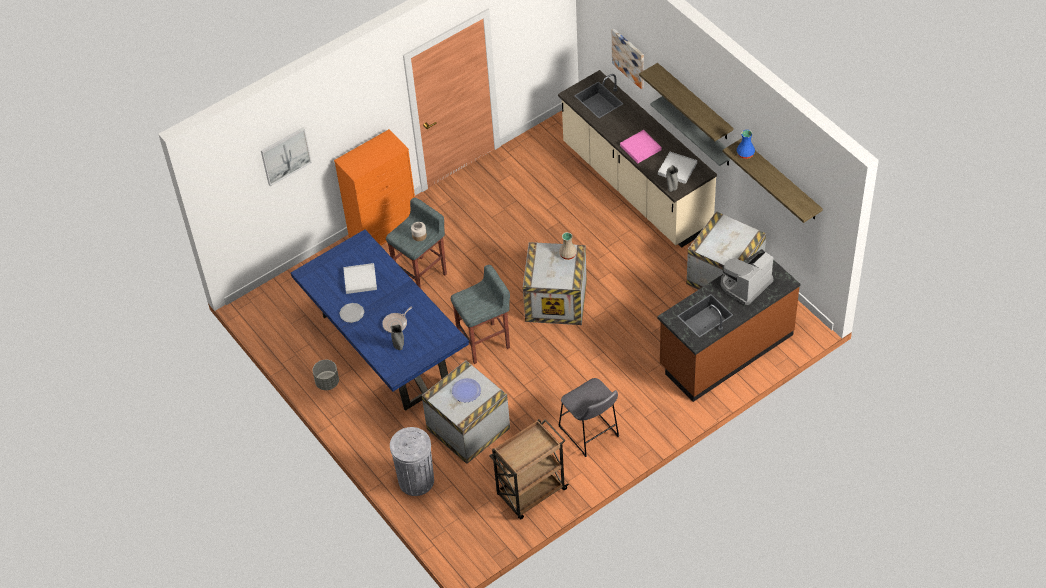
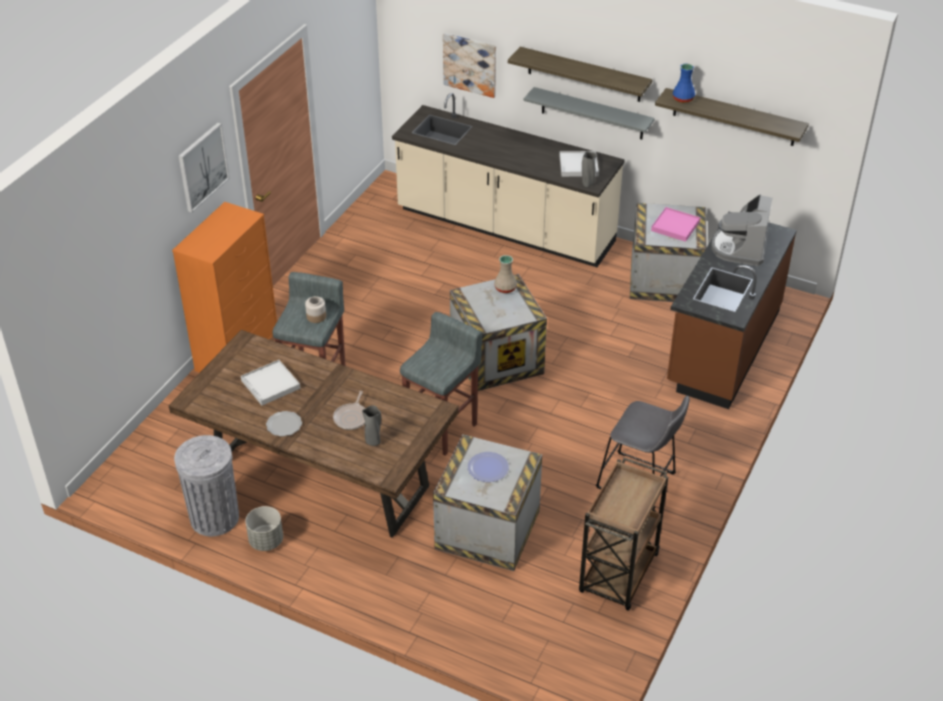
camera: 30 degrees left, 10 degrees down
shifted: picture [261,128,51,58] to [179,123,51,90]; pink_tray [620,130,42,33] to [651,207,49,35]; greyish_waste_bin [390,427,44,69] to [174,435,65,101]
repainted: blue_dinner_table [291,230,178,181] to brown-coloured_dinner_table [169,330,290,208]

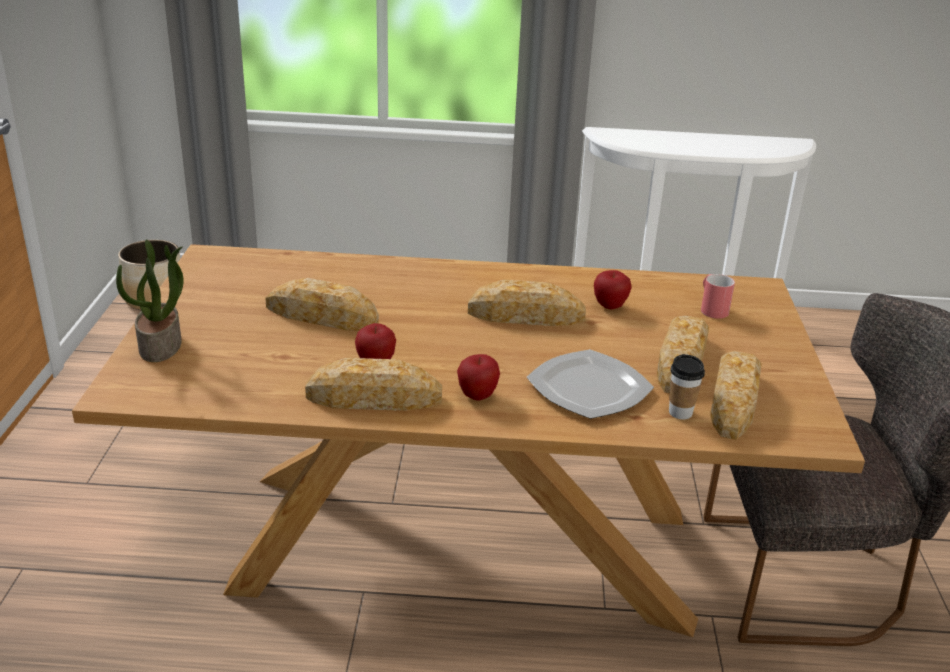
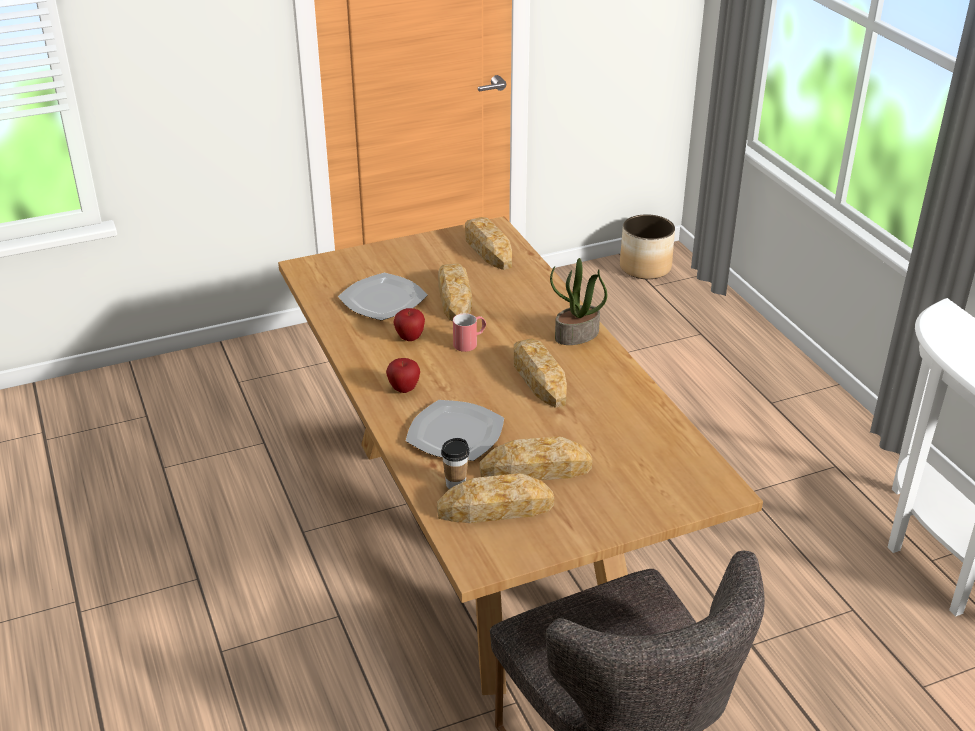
camera: 65 degrees right, 5 degrees up
gone: apple_fruit [594,270,38,39]
new: plate [338,273,89,47]
shifted: plant_in_a_pot [116,240,68,122] to [550,258,57,87]; red_tea_mug [701,274,34,45] to [453,313,33,39]; bakery_bread [305,358,137,53] to [465,217,47,53]

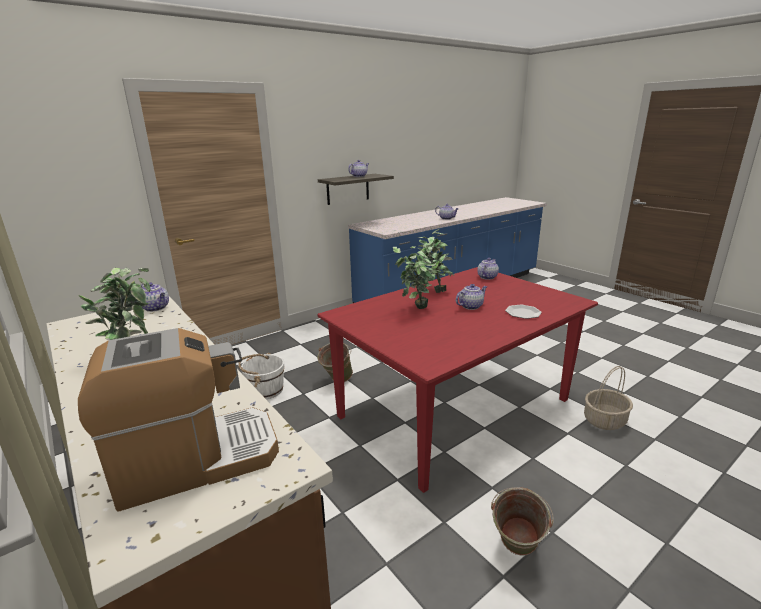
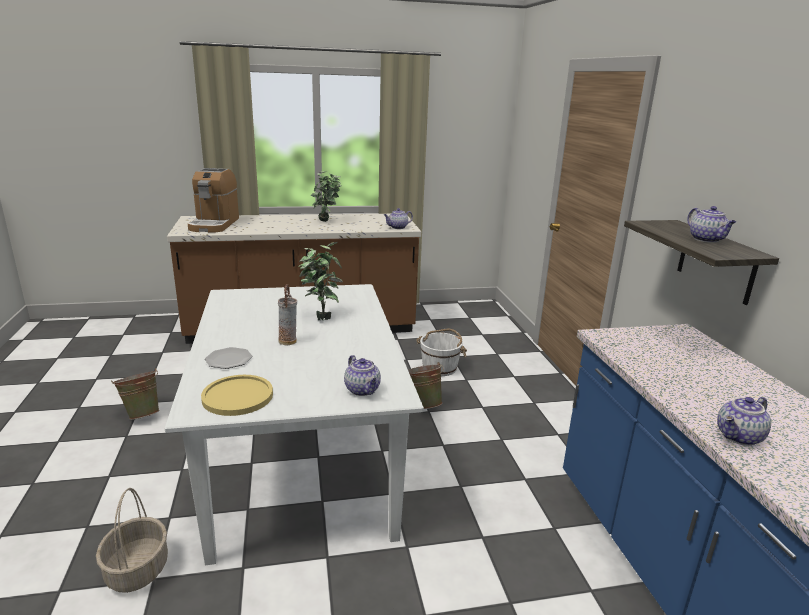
camera: 115 degrees right, 0 degrees up
gone: plant_in_a_pot [418,229,36,64]
new: yellowish_plate [201,375,72,41]
swapped: tea_pot [456,284,31,26] to decorative_vase [278,284,19,62]
repainted: red_dinner_table [317,267,281,226] to white-coloured_dinner_table [165,284,259,281]

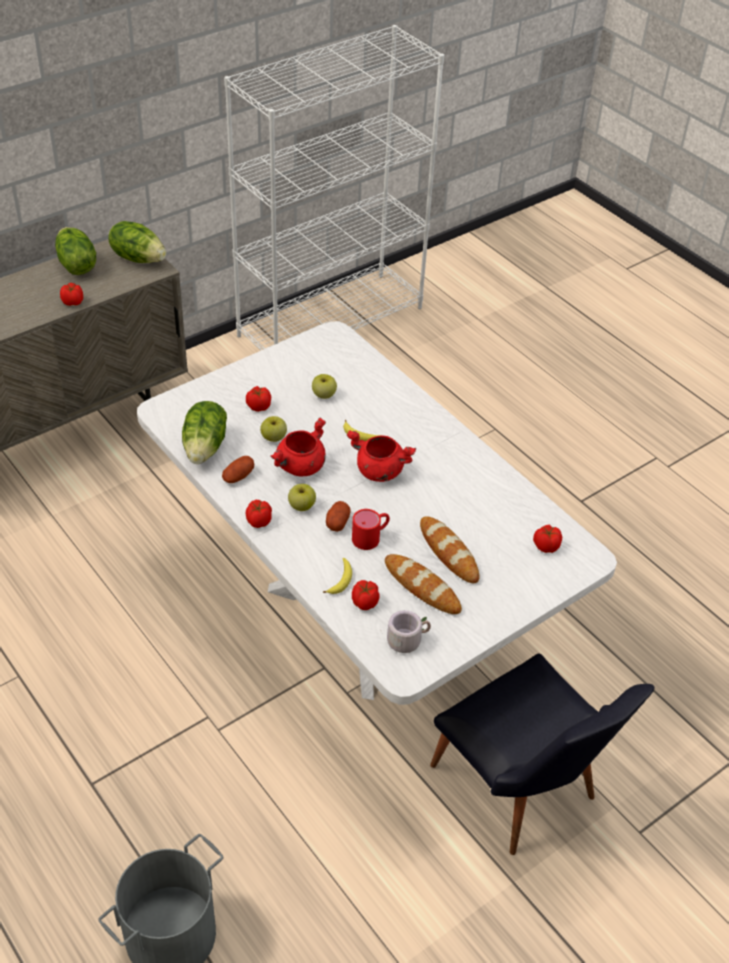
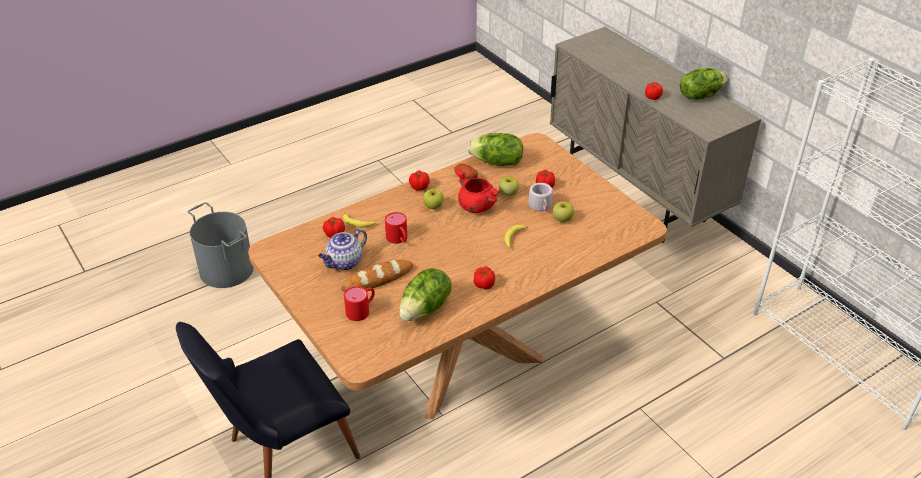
camera: 95 degrees right, 5 degrees down
gone: red_saucepot [347,430,69,52]; whole_potato [326,501,25,31]
new: red_tea_mug [344,286,31,35]
shifted: lettuce [108,221,58,42] to [399,268,53,53]; tomato [533,525,29,28] to [474,266,21,23]; greyish_tea_mug [381,610,50,43] to [529,183,24,28]
swapped: bakery_bread [385,554,77,60] to tea_pot [318,229,49,41]
repainted: white-coloured_dinner_table [137,321,480,384] to brown-coloured_dinner_table [248,133,419,286]

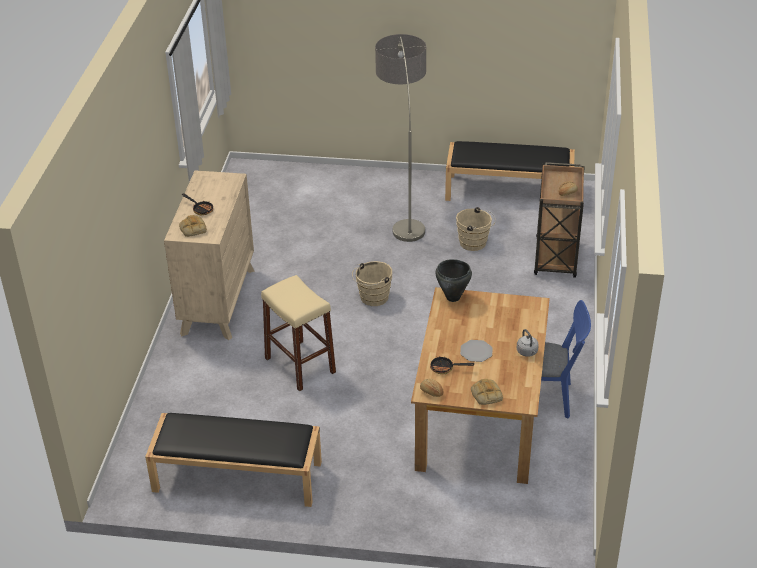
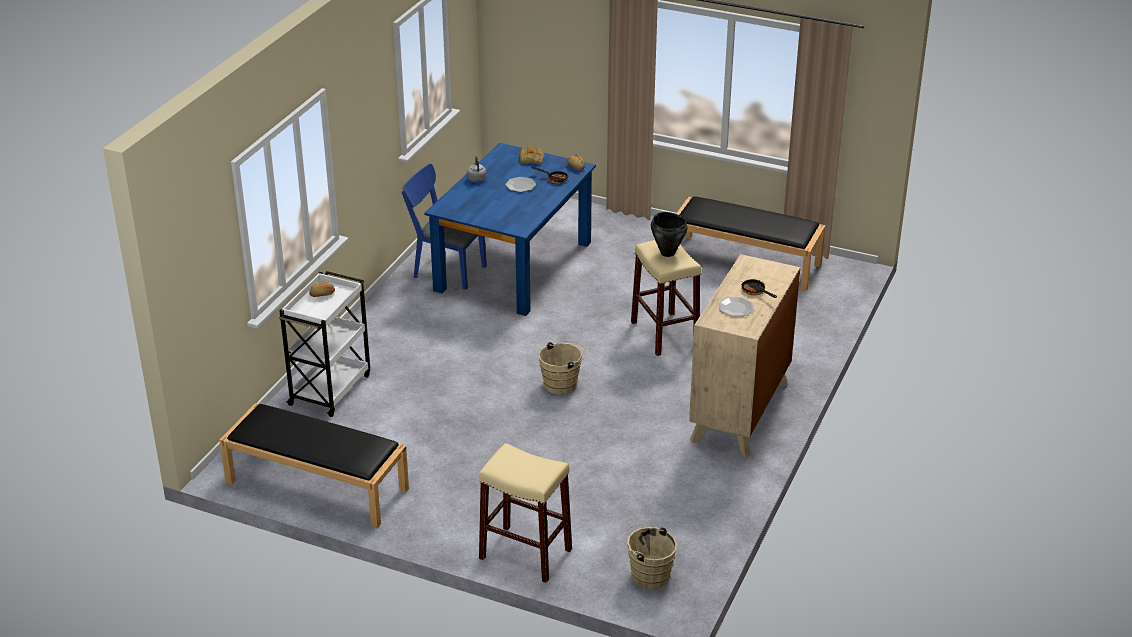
camera: 165 degrees left, 5 degrees down
gone: standard_lamp [375,34,51,208]; bakery_bread [179,215,28,22]
new: plate [718,297,36,19]; beige-coloured_stool_seat [479,443,93,140]
shifted: beige-coloured_water_bucket [456,207,40,44] to [622,524,55,65]; black_saucepot [435,259,37,43] to [651,212,36,45]
repainted: brown-coloured_trolley [534,162,51,116] to white-coloured_trolley [279,271,91,146]; brown-coloured_dinner_table [411,287,139,197] to blue_dinner_table [424,143,172,173]

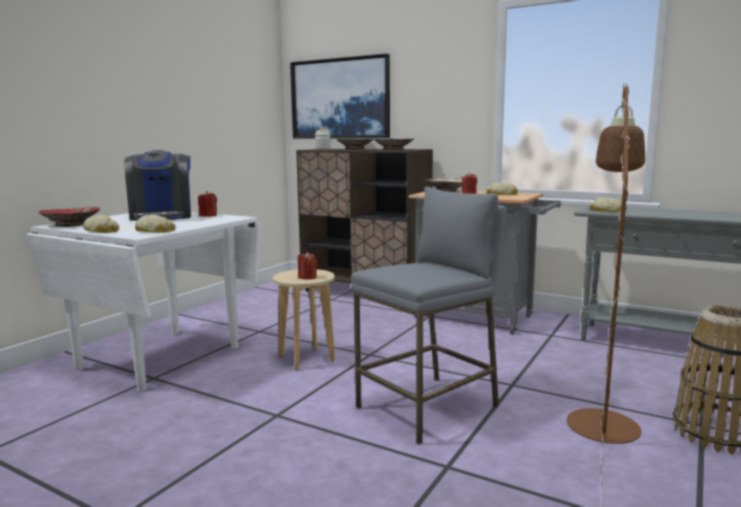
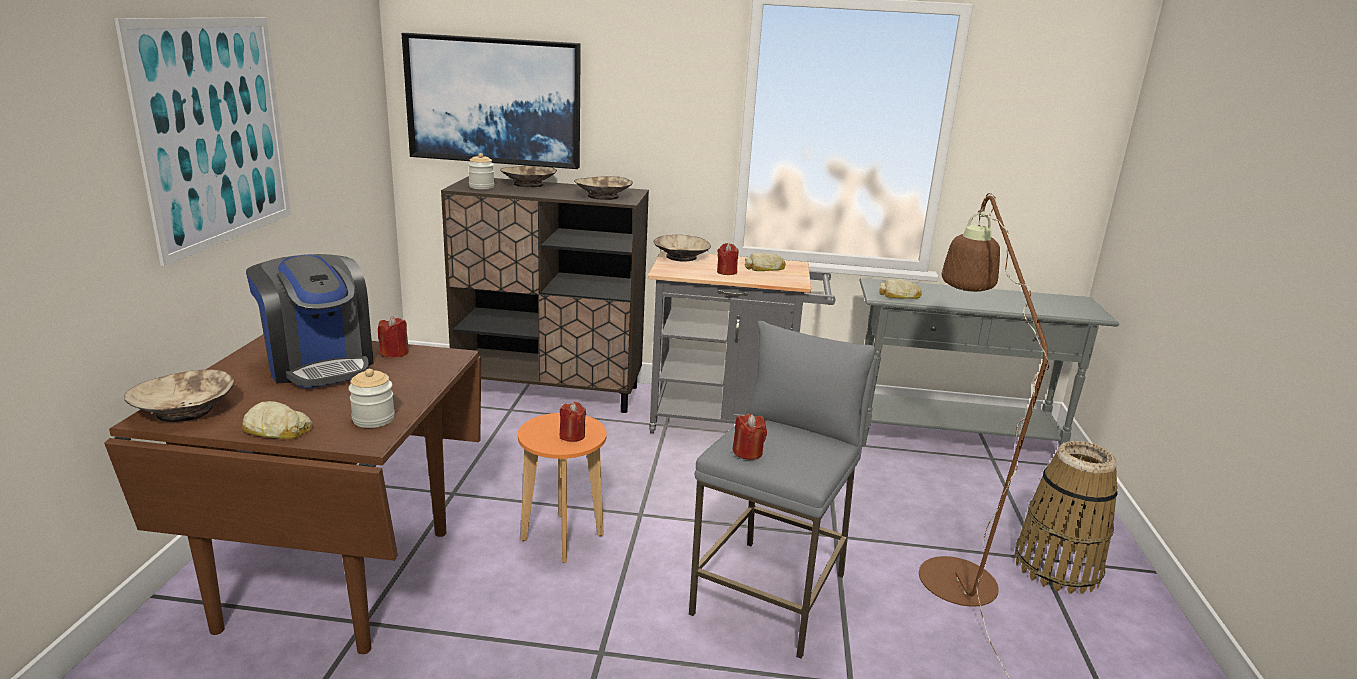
camera: 25 degrees left, 10 degrees up
new: picture [114,18,177,248]; red_wax_light [733,414,34,46]
swapped: bakery_bread [135,215,41,17] to storage_jar [349,369,46,59]
repainted: red_deep_dish [39,207,61,20] to beige-coloured_deep_dish [124,369,110,53]; white-coloured_dinner_table [26,212,235,179] to brown-coloured_dinner_table [104,334,377,320]; beige-coloured_stool_seat [273,269,62,101] to orangey_stool_seat [518,413,89,149]

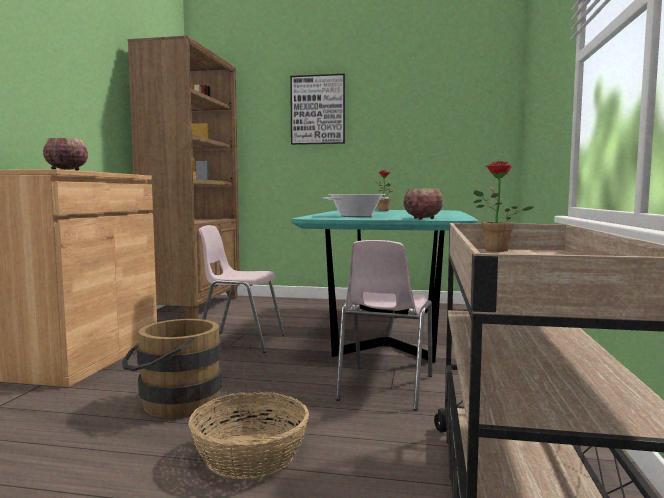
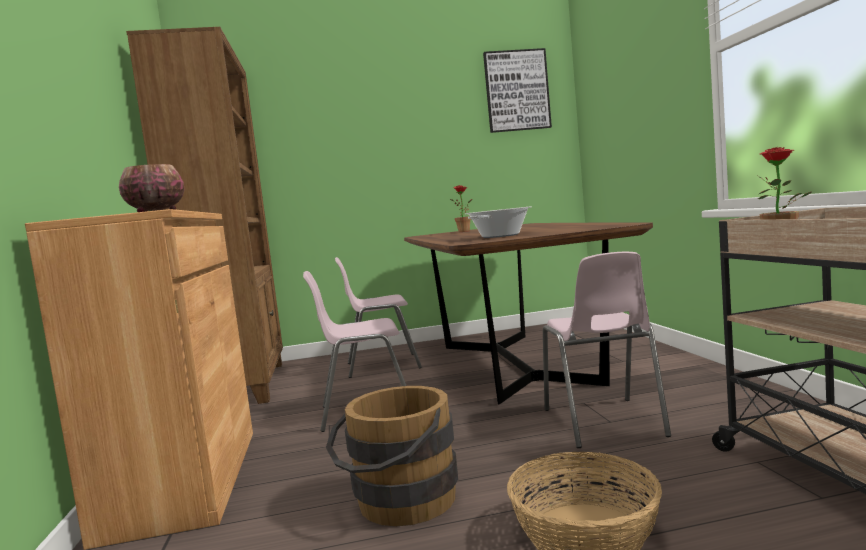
camera: 20 degrees left, 0 degrees up
gone: deep_dish [404,189,39,31]
new: pink_chair [335,257,87,121]
shifted: picture [290,74,55,71] to [483,48,69,85]
repainted: turquoise-coloured_dinner_table [291,210,187,153] to brown-coloured_dinner_table [404,222,249,182]

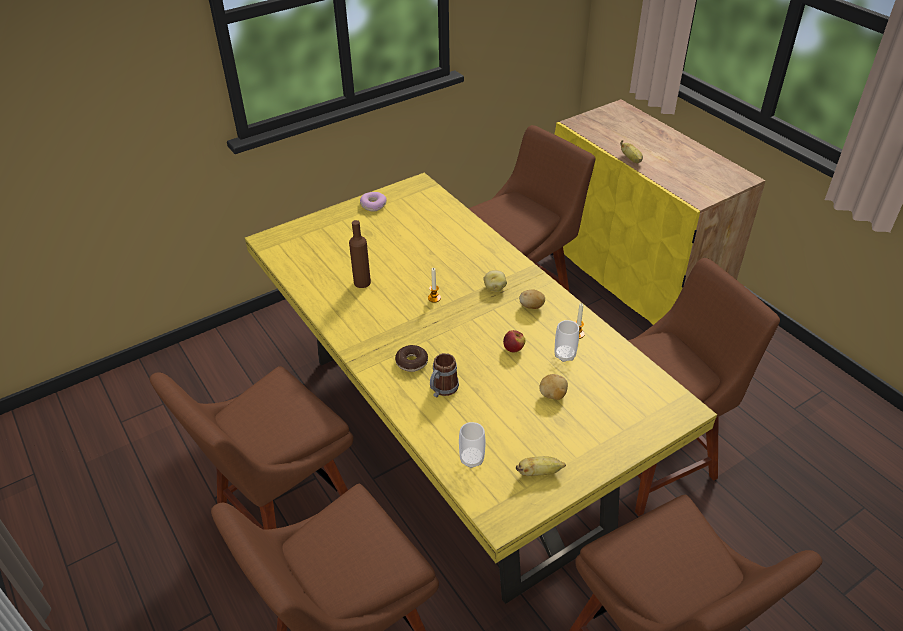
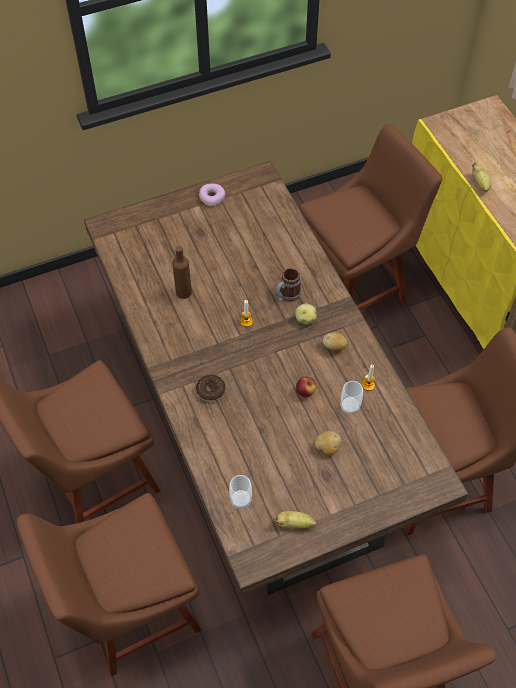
camera: 10 degrees right, 15 degrees up
shifted: tea_mug [430,353,29,44] to [276,268,25,34]
repainted: yellowish_dinner_table [245,172,472,432] to brown-coloured_dinner_table [84,161,384,434]

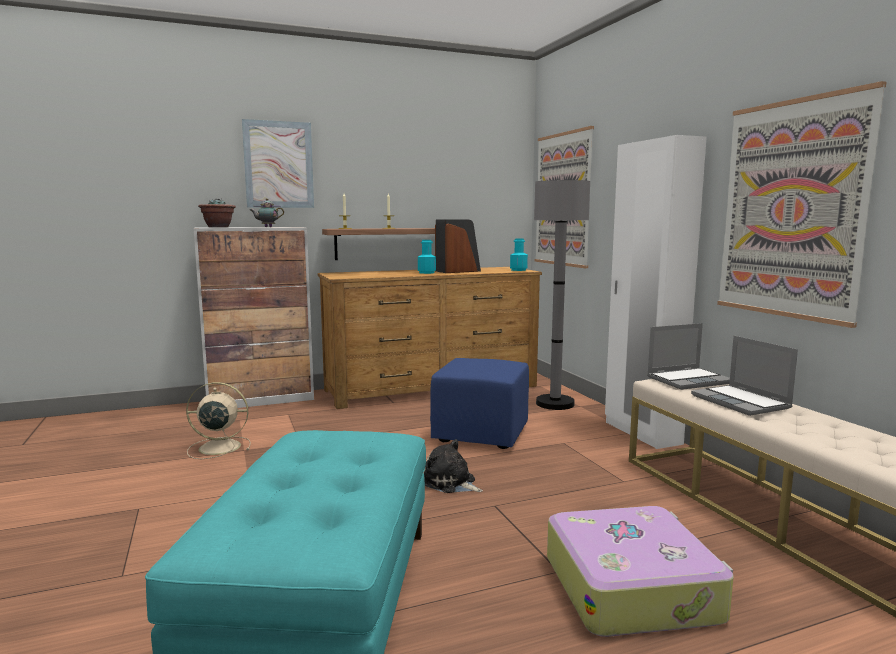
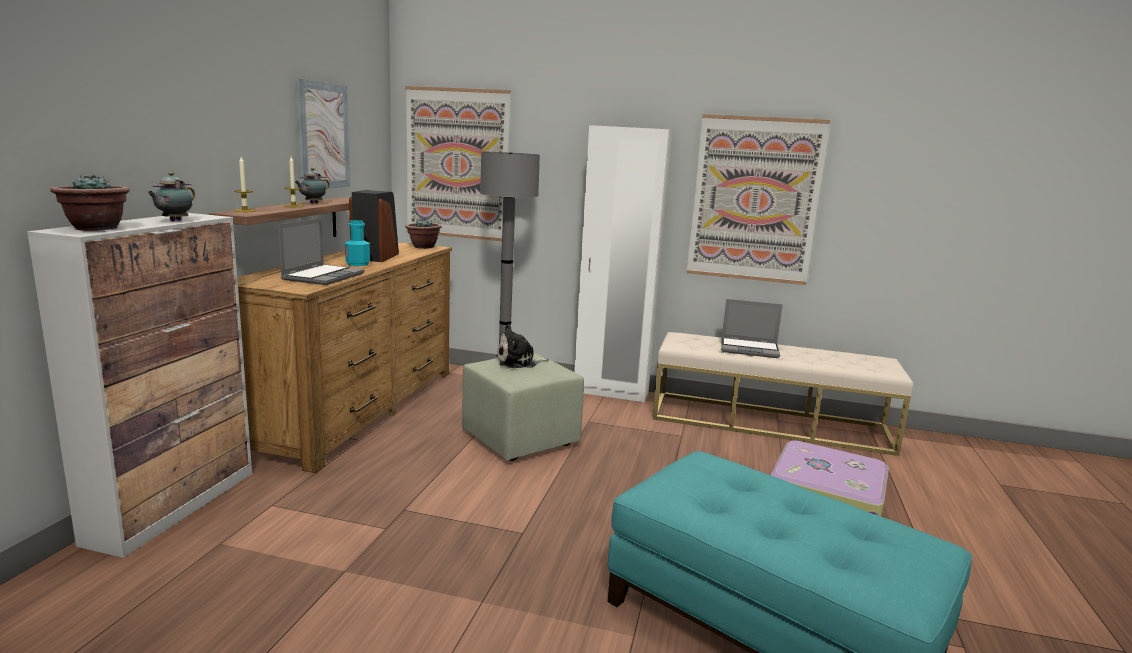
camera: 55 degrees left, 5 degrees up
gone: beige-coloured_electric_fan [186,382,65,77]
new: tea_pot [295,168,35,36]
shifted: picture [242,119,72,89] to [296,79,54,110]; portable_computer [647,323,83,67] to [278,218,87,67]; cuddly_toy [424,439,59,54] to [496,324,53,44]
swapped: turquoise-coloured_beverage_bottle [510,239,18,32] to plant_in_a_pot [405,218,37,31]
repainted: blue_pouffe [430,358,99,91] to green-coloured_pouffe [462,353,122,108]

